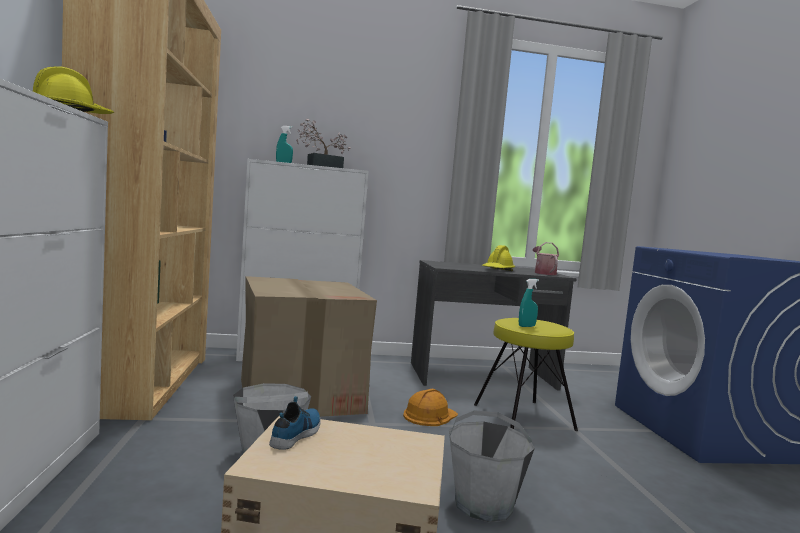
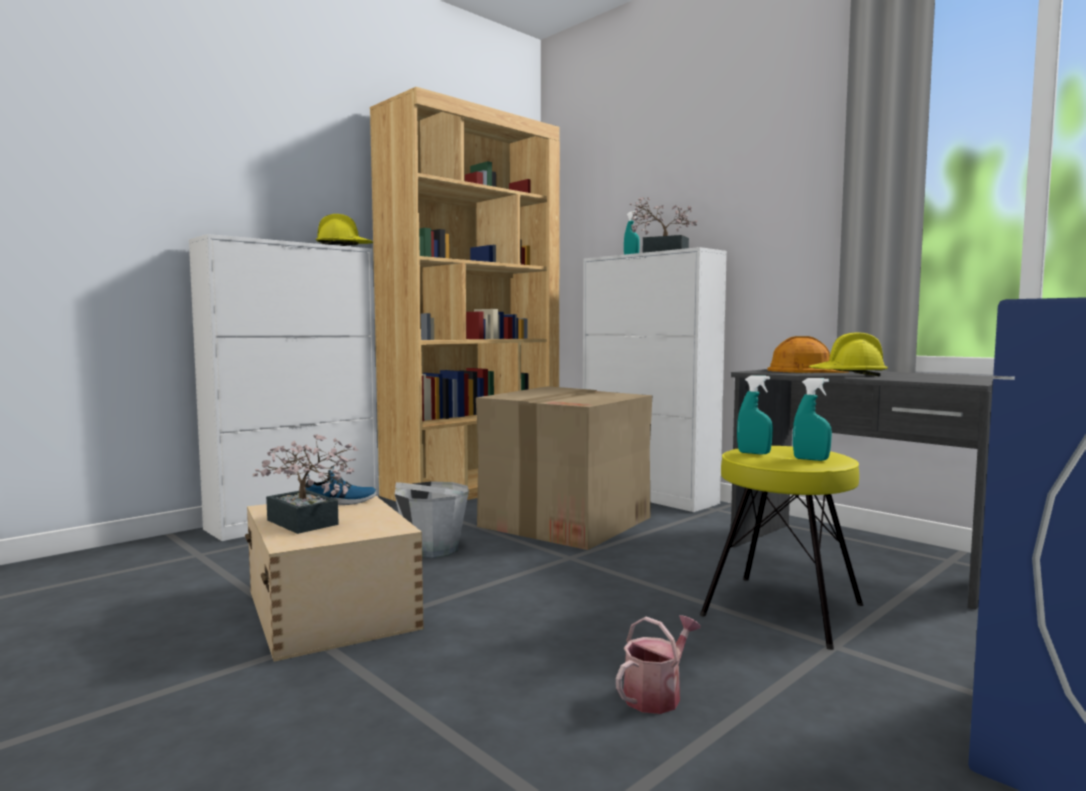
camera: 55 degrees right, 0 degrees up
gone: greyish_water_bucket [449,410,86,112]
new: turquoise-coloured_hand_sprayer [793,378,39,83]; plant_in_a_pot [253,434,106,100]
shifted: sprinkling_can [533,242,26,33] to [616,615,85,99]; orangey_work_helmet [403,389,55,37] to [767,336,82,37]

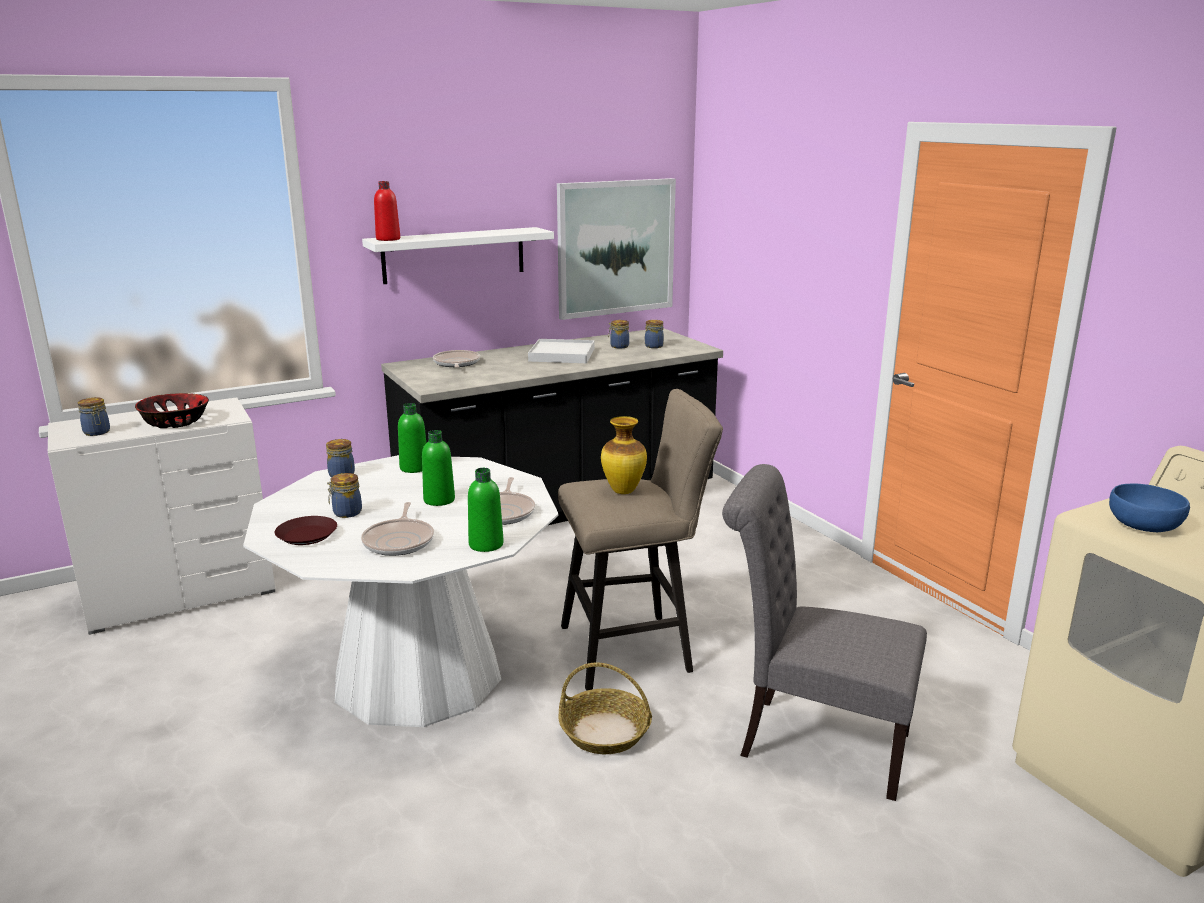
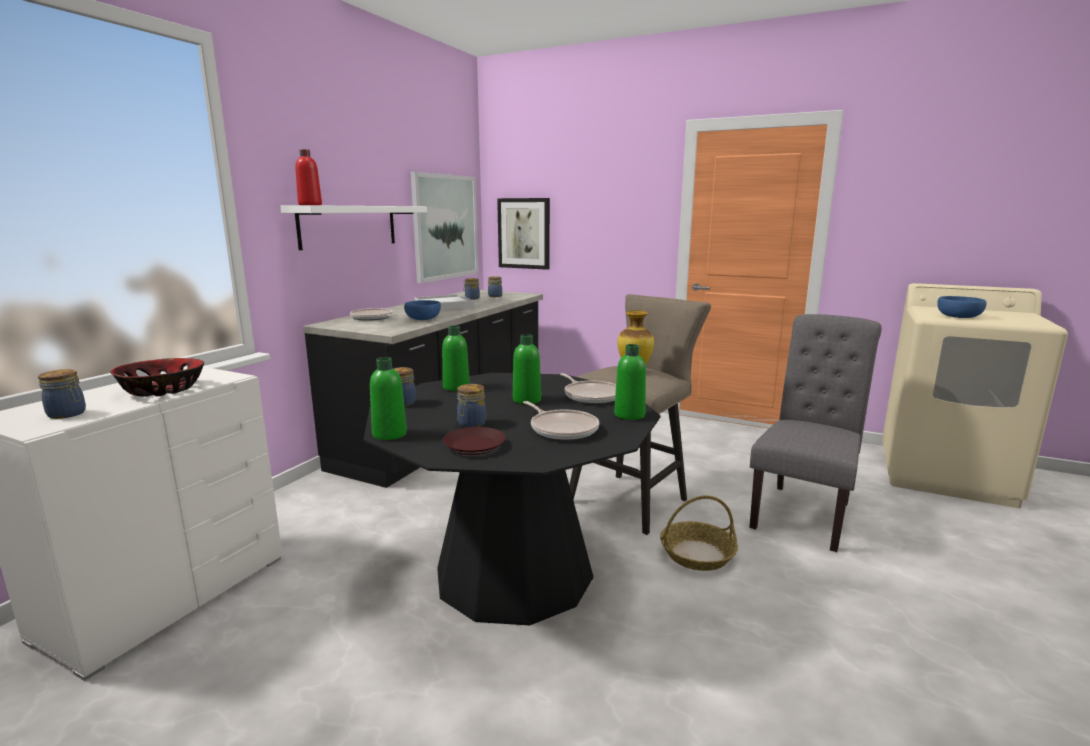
camera: 35 degrees left, 5 degrees down
new: picture [497,198,53,72]; blue_deep_dish [404,300,37,20]; green-coloured_beverage_bottle [370,357,37,83]
repainted: white-coloured_dinner_table [243,455,316,272] to black_dinner_table [364,373,296,253]
rotated: greyish_chair [722,464,205,337] = [749,314,132,238] 135 degrees clockwise

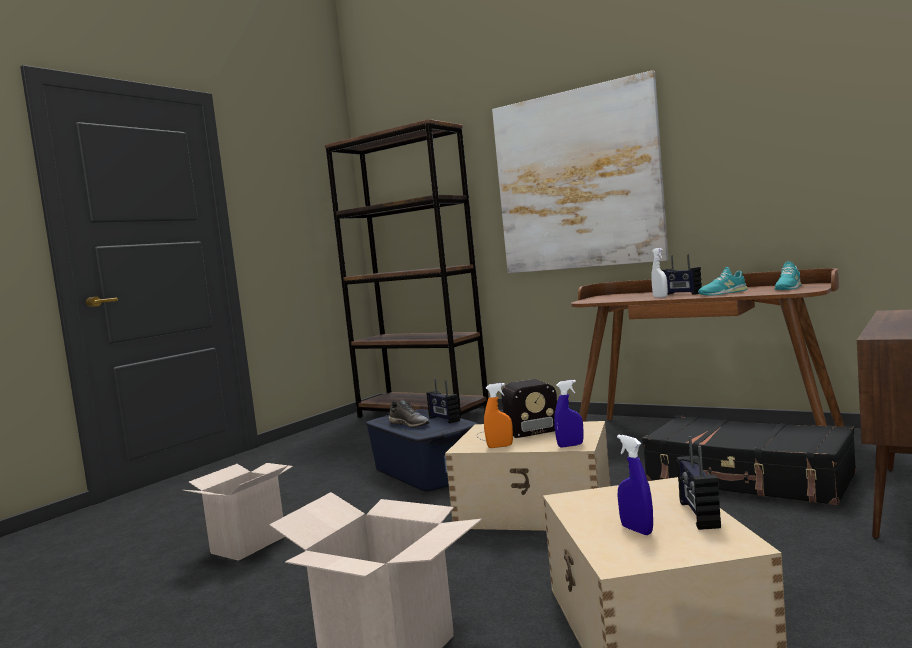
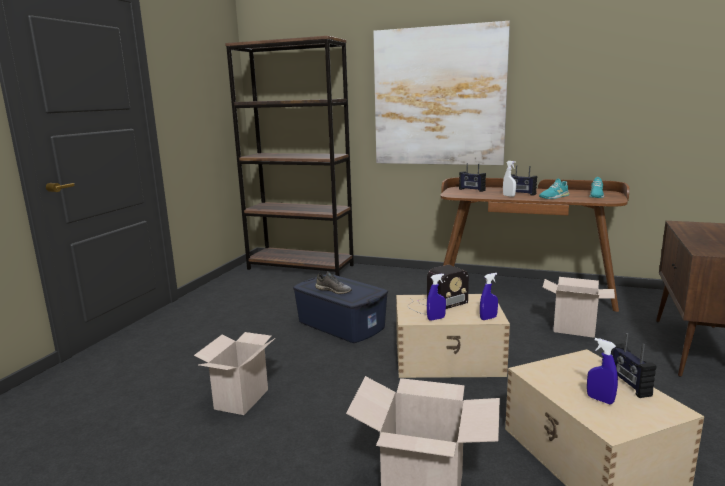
camera: 15 degrees left, 10 degrees up
shifted: radio_set [427,378,33,45] to [459,163,27,29]
swapped: black_piece_of_luggage [642,415,214,90] to cardboard_box [543,277,72,61]
repainted: orangey_hand_sprayer [484,383,29,65] to blue_hand_sprayer [427,274,19,47]

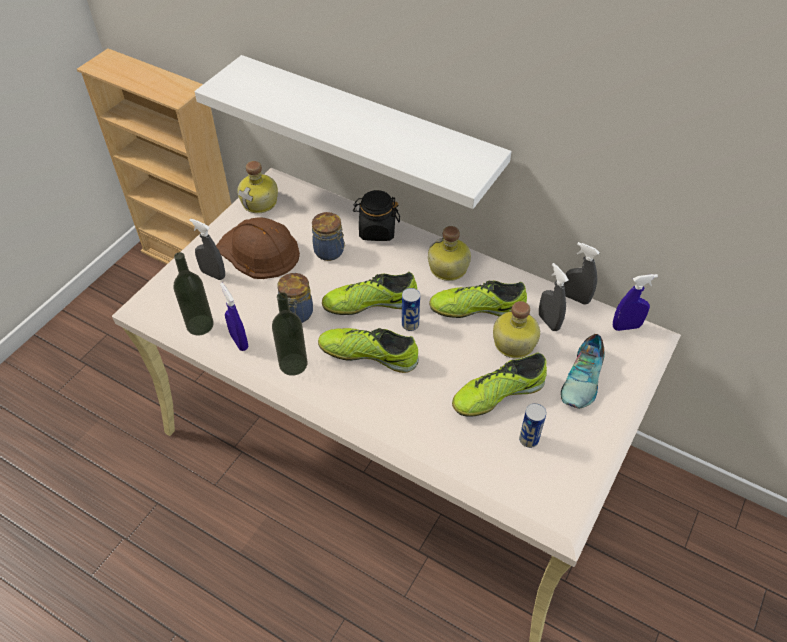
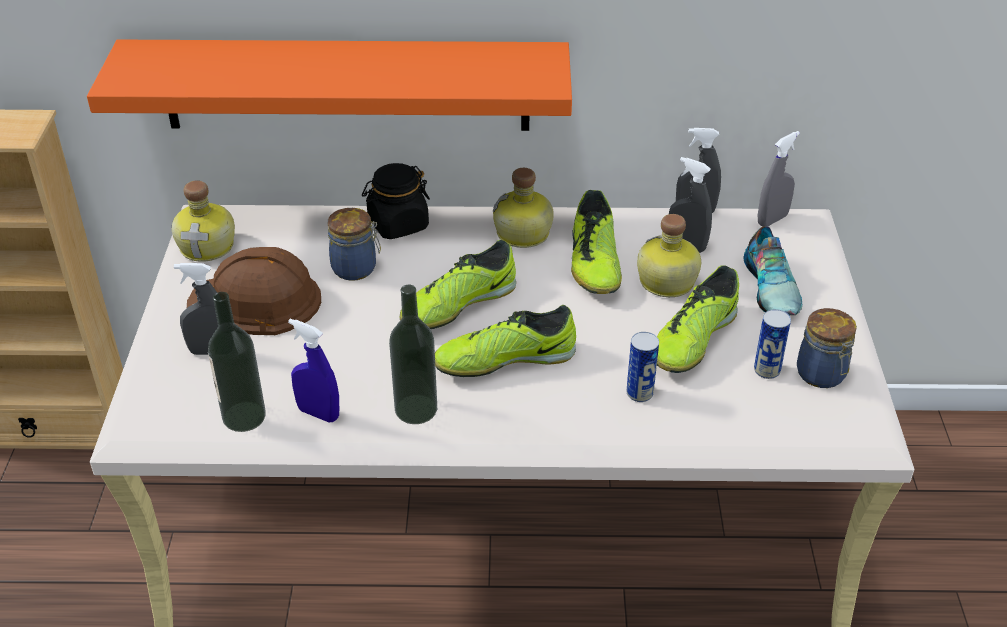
camera: 30 degrees left, 10 degrees down
shifted: storage_jar [278,273,35,50] to [797,308,60,80]; can [402,288,18,43] to [626,332,33,70]
repainted: white-coloured_wall_shelf [195,55,317,154] to orangey_wall_shelf [87,40,485,91]; blue_hand_sprayer [613,274,45,57] to greyish_hand_sprayer [758,131,42,95]
rotated: item_of_footwear [429,281,98,37] = [571,190,51,104] 60 degrees counterclockwise

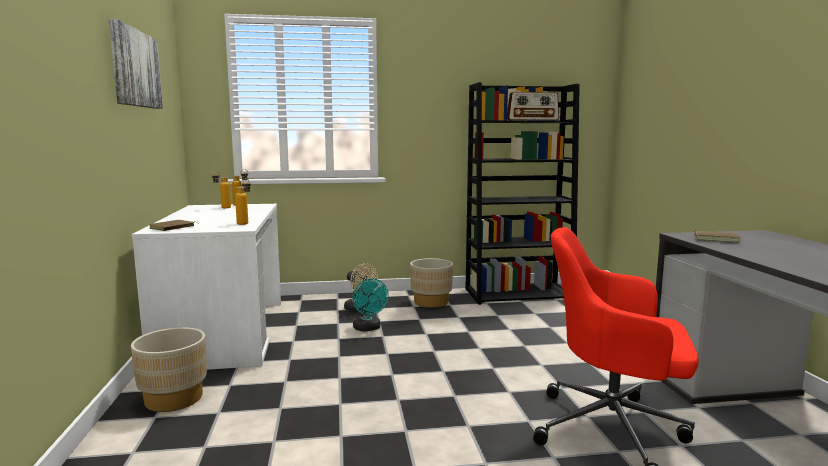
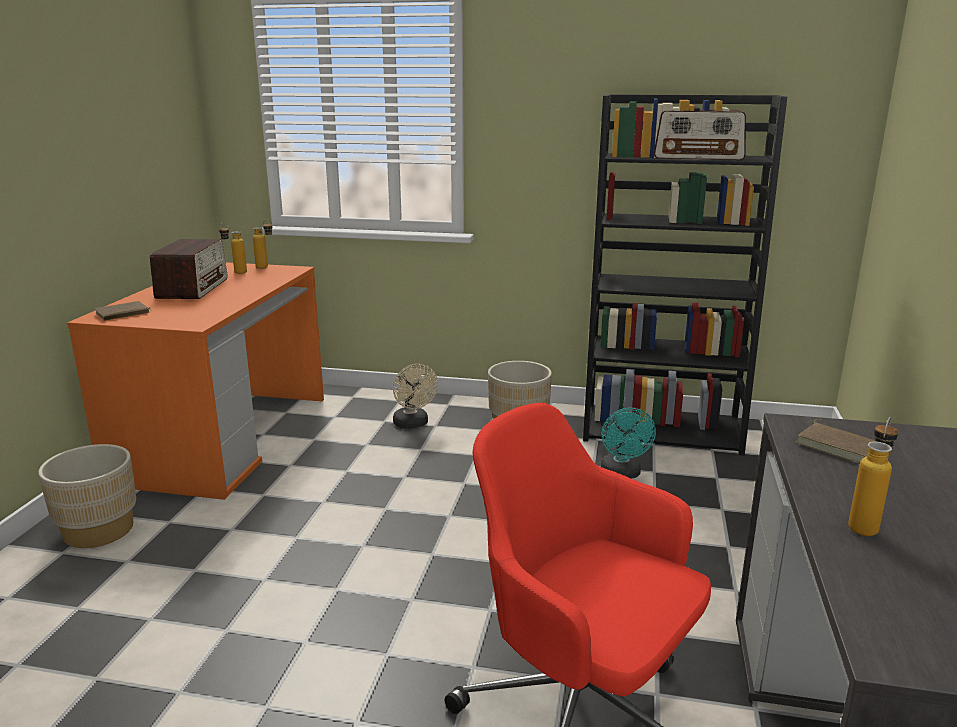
camera: 20 degrees right, 10 degrees up
gone: picture [109,19,54,90]
new: radio_set [150,239,77,60]
shifted: beverage_bottle [235,178,16,47] to [848,417,50,119]; turquoise-coloured_electric_fan [352,279,37,52] to [601,408,55,71]
repainted: white-coloured_desk_table [132,204,149,166] to orangey_desk_table [67,262,257,238]

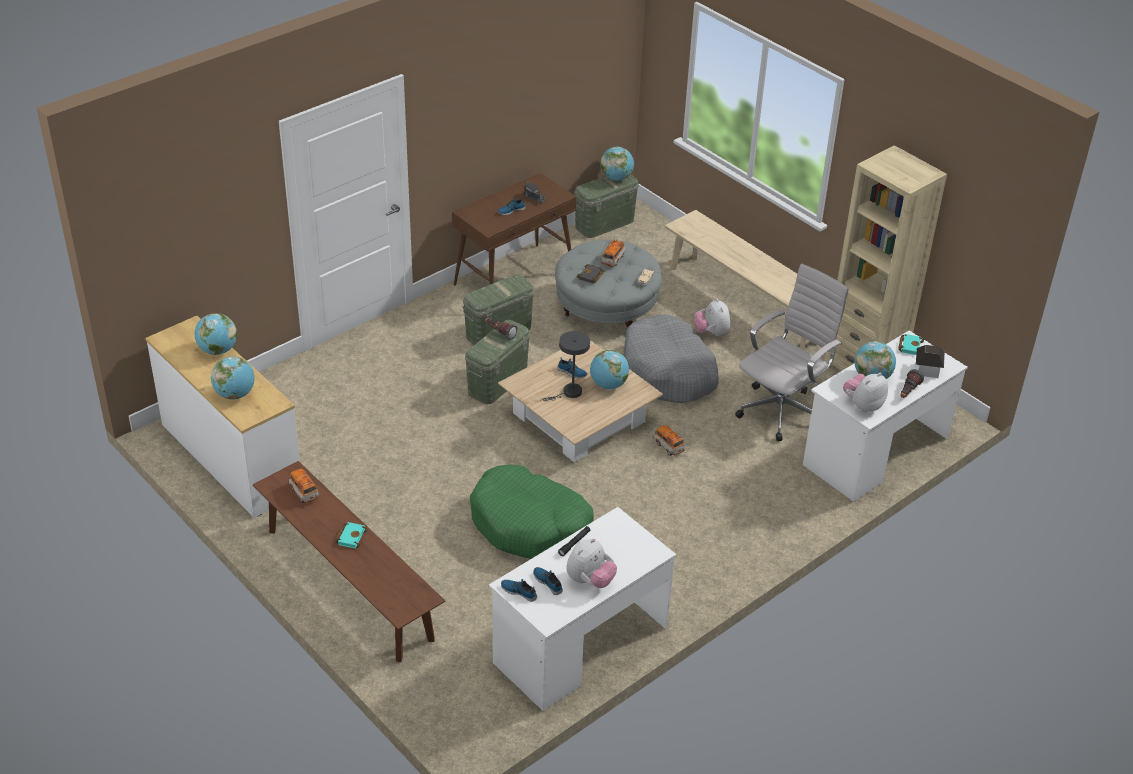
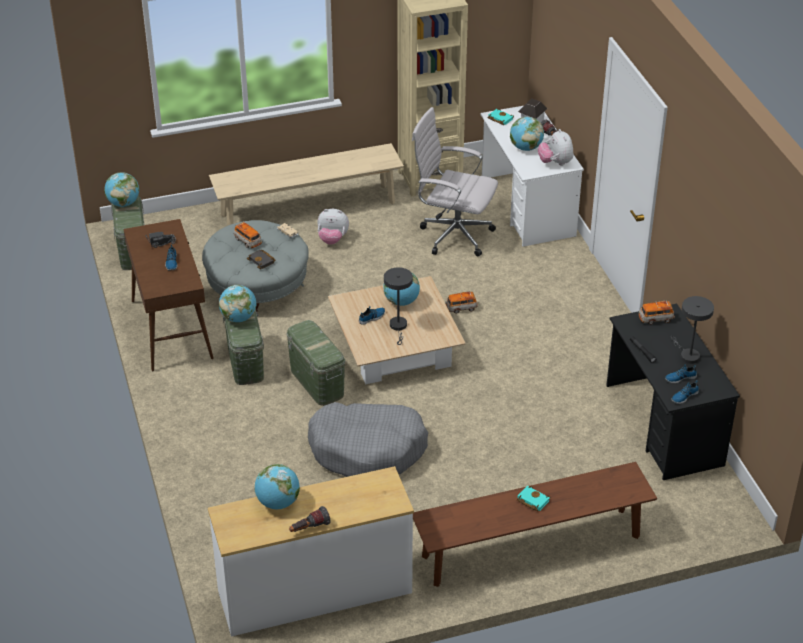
camera: 65 degrees left, 0 degrees up
gone: green-coloured_dog_cushion [470,464,124,95]
shifted: greyish_dog_cushion [623,314,95,89] to [308,402,120,75]; flashlight [485,318,32,22] to [289,506,42,26]; globe [211,357,44,42] to [219,285,37,37]; model_car [288,468,31,35] to [639,301,36,24]
swapped: cuddly_toy [566,538,51,50] to greyish_lamp_for_a_table [671,296,43,68]
repainted: white-coloured_desk_table [489,507,187,204] to black_desk_table [606,304,134,176]
rotated: white-coloured_computer_chair [735,264,114,177] = [412,107,86,149] 45 degrees counterclockwise

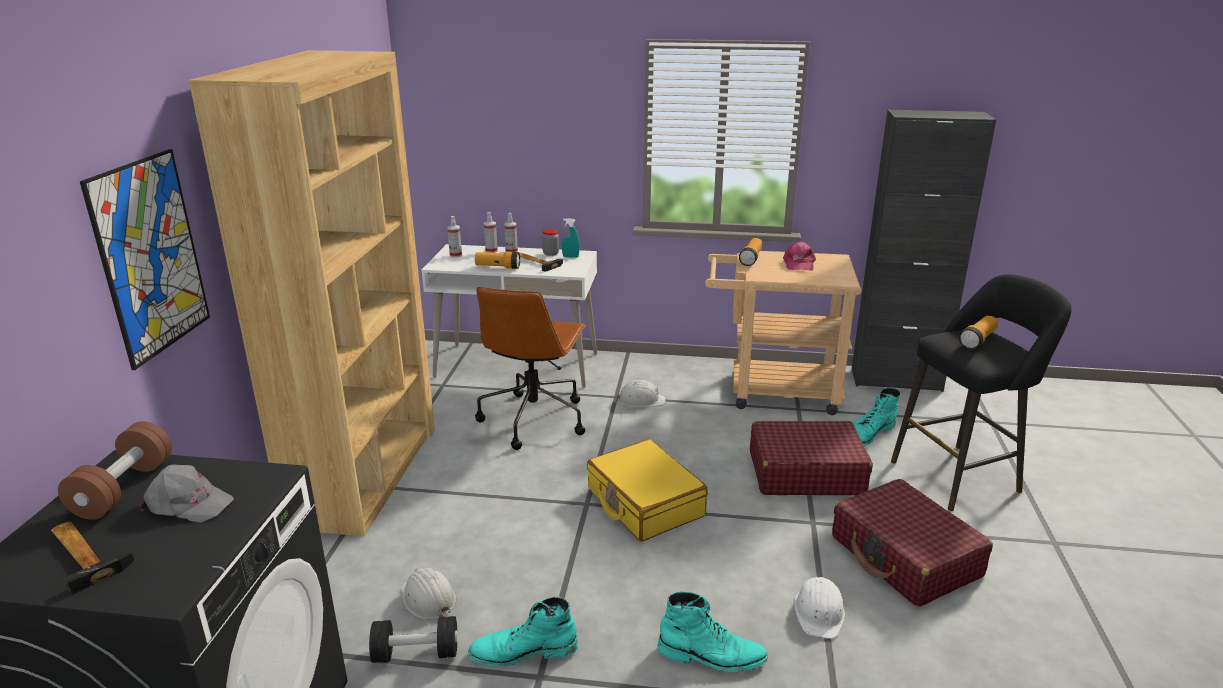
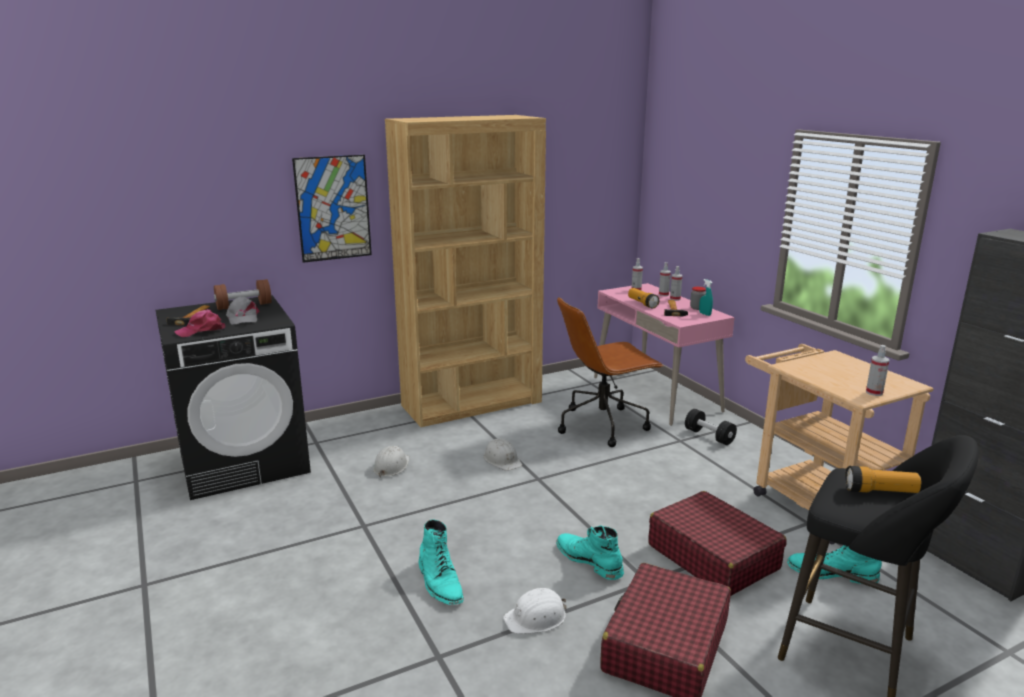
camera: 55 degrees right, 5 degrees down
gone: flashlight [739,238,23,28]; yellowish_piece_of_luggage [587,439,121,102]
new: hand_sprayer [866,345,23,51]
shifted: pink_cap [783,241,33,30] to [174,309,52,28]; white-coloured_work_helmet [615,380,51,28] to [483,439,39,32]; turquoise-coloured_boot [468,597,110,70] to [556,525,68,55]; black_dumbbell [369,616,89,47] to [685,409,52,36]
repainted: white-coloured_desk_table [422,244,175,144] to pink_desk_table [594,283,141,143]

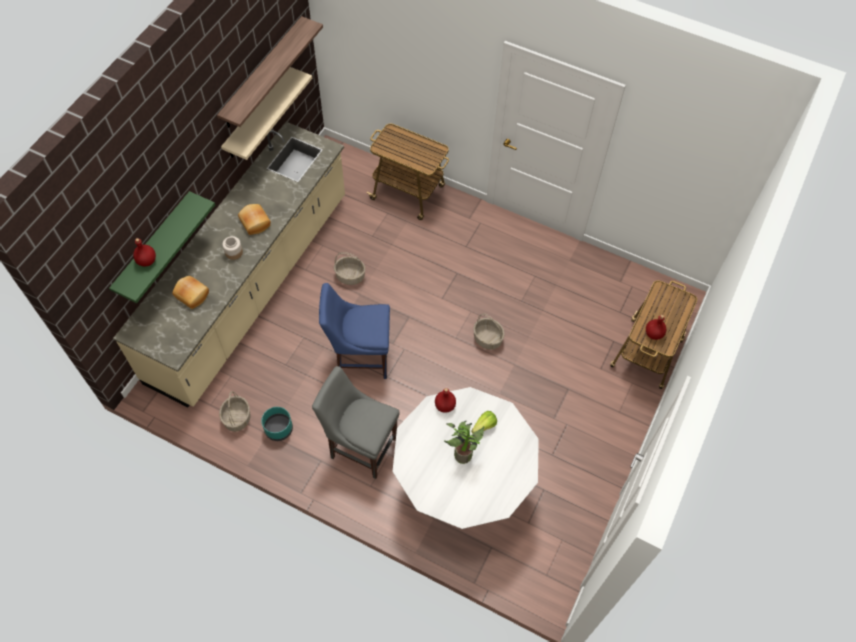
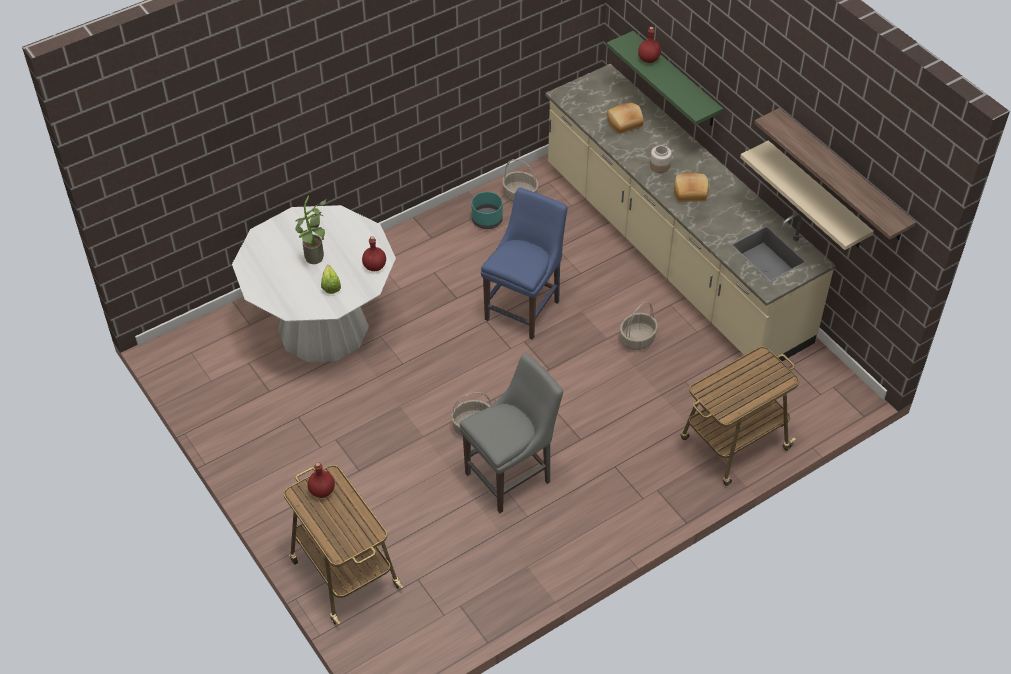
camera: 120 degrees right, 10 degrees down
shifted: greyish_chair [312,366,87,113] to [460,353,103,160]

